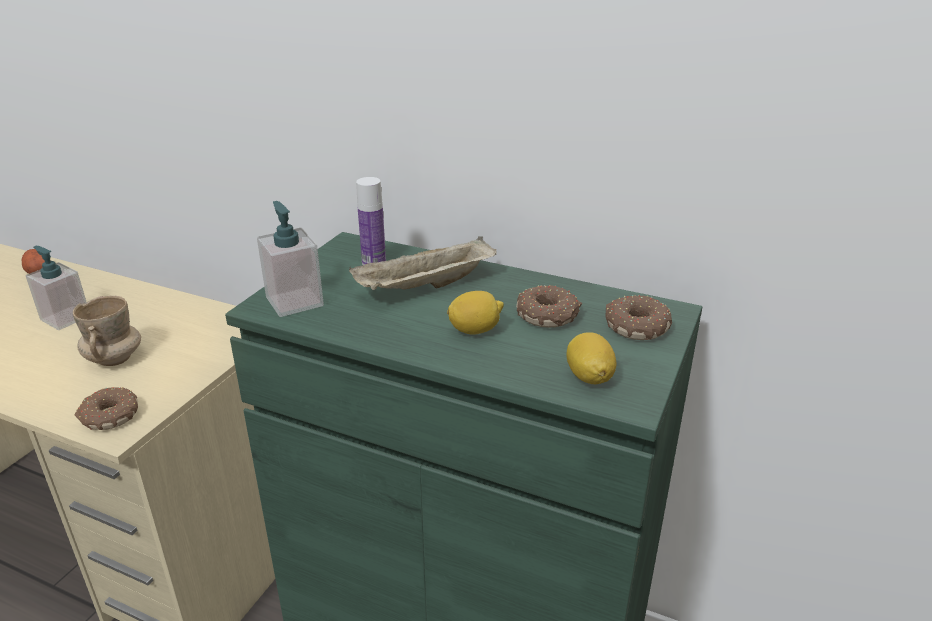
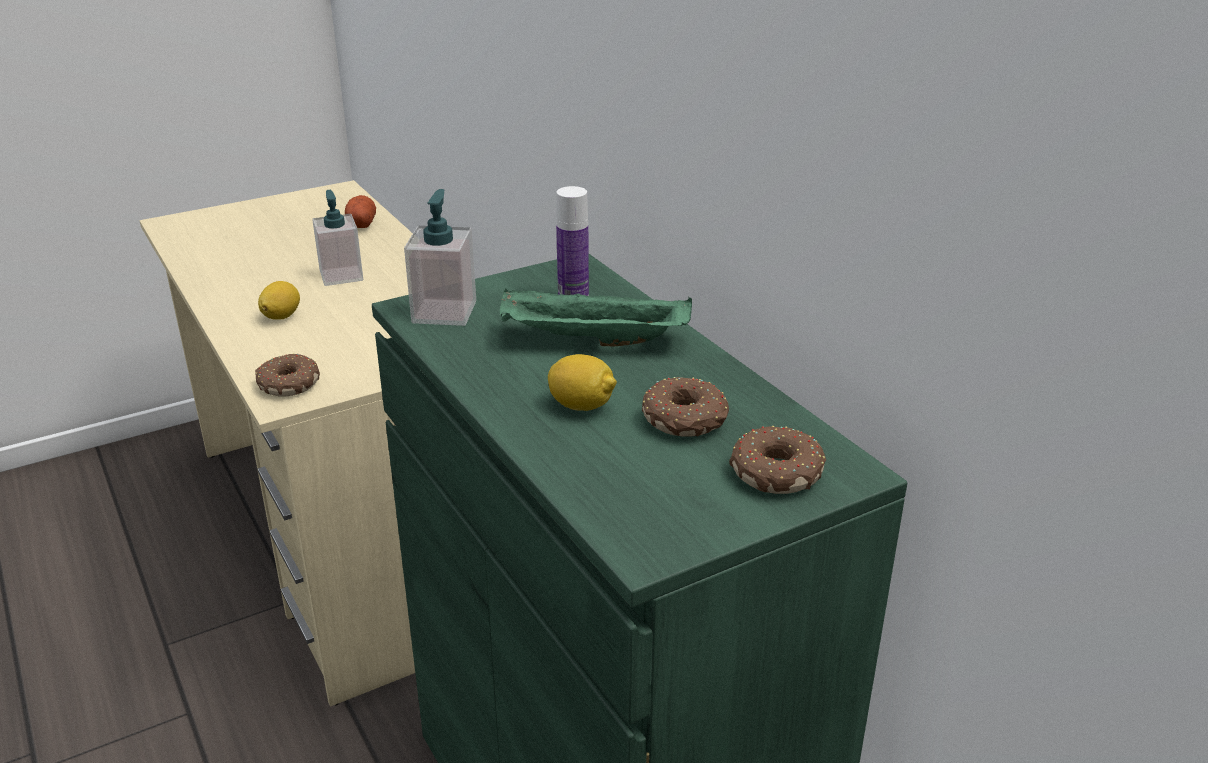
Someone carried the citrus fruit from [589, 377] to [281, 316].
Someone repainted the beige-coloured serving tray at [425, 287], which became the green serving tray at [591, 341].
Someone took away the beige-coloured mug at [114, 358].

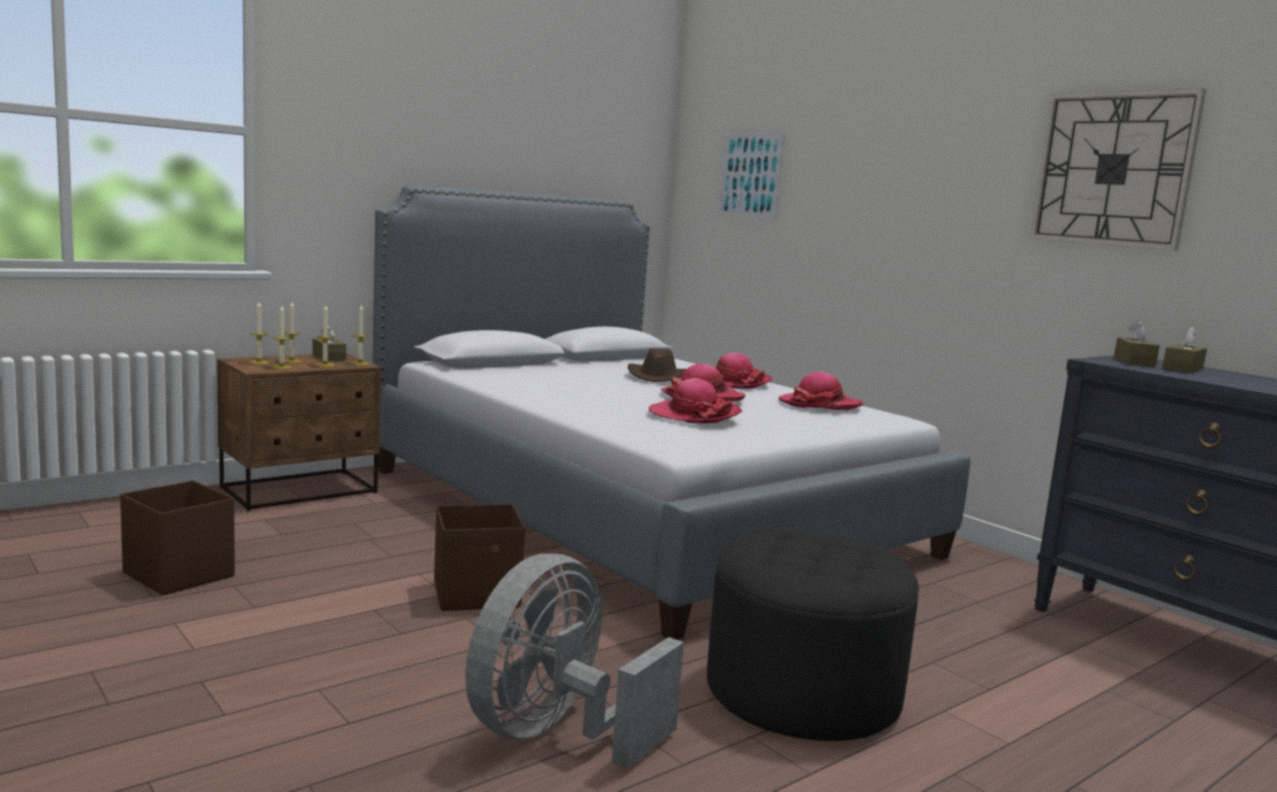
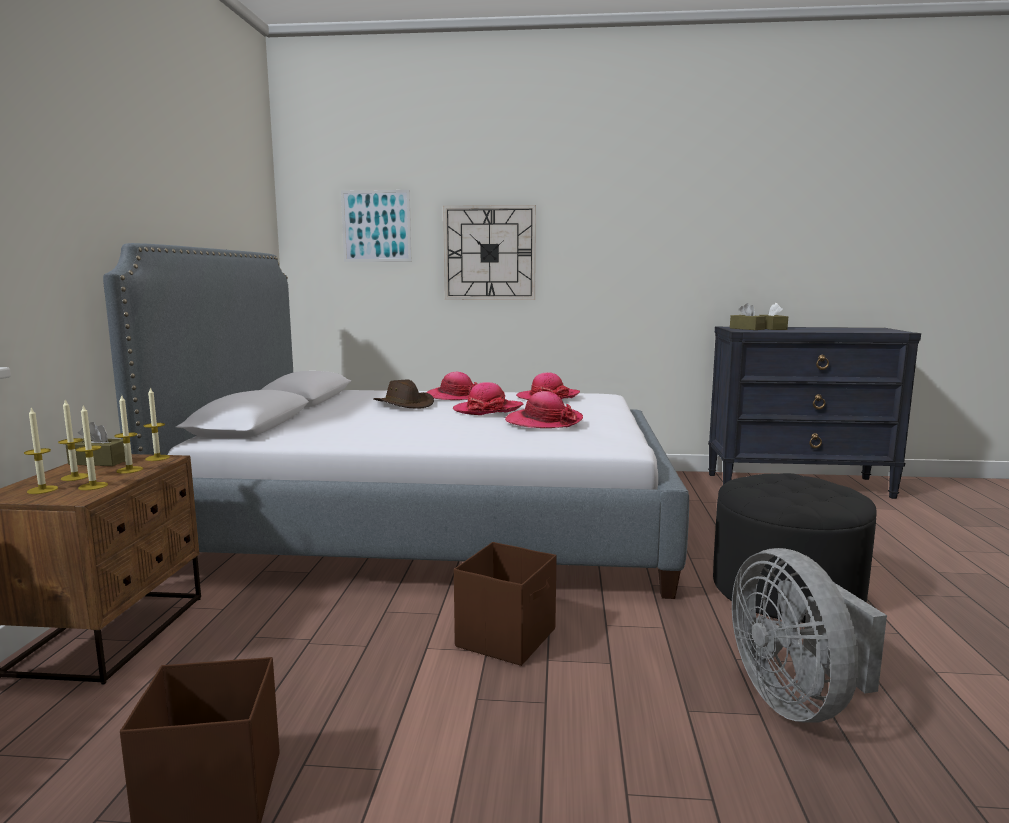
Someone carried the hanging clock from [1113, 169] to [489, 253].

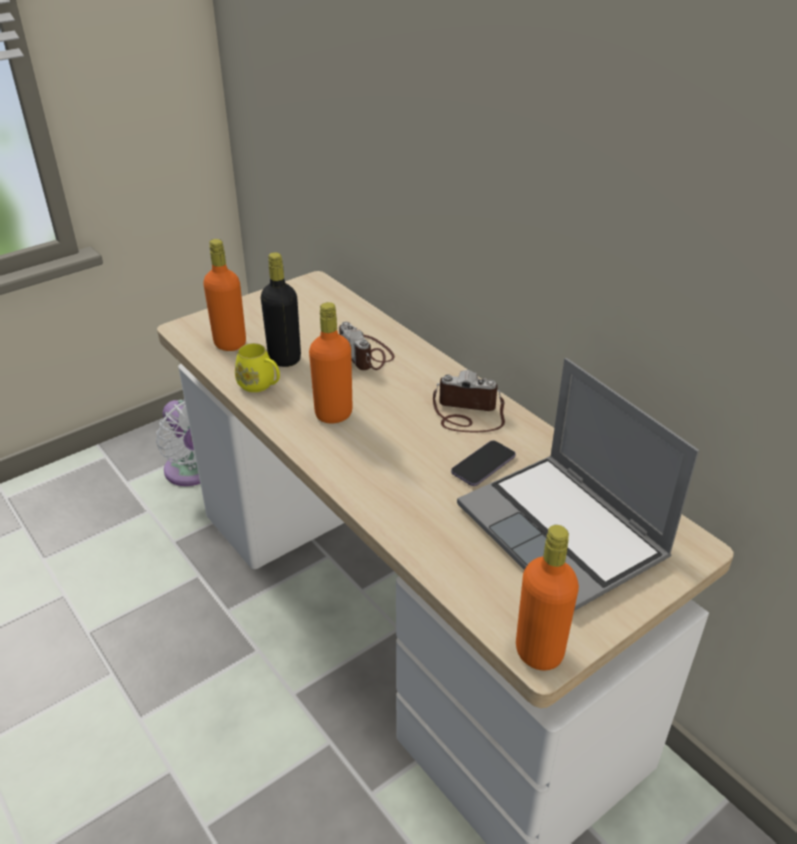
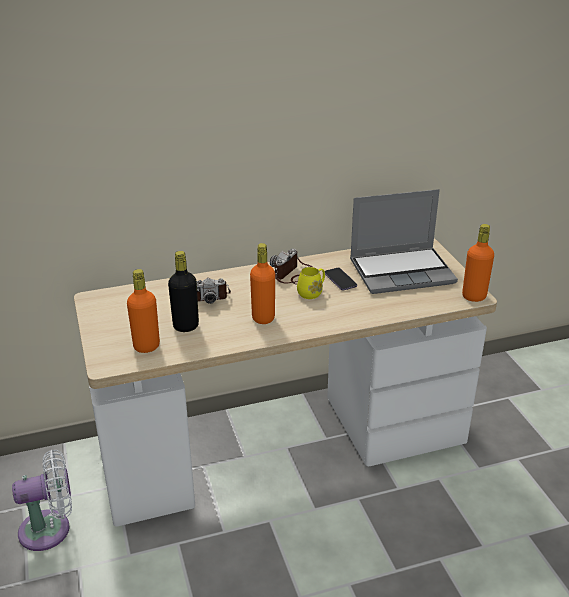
Someone carried the yellow mug from [260, 385] to [312, 292].

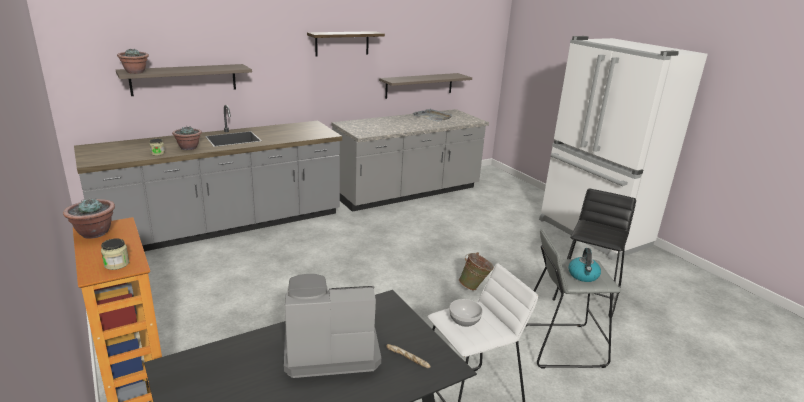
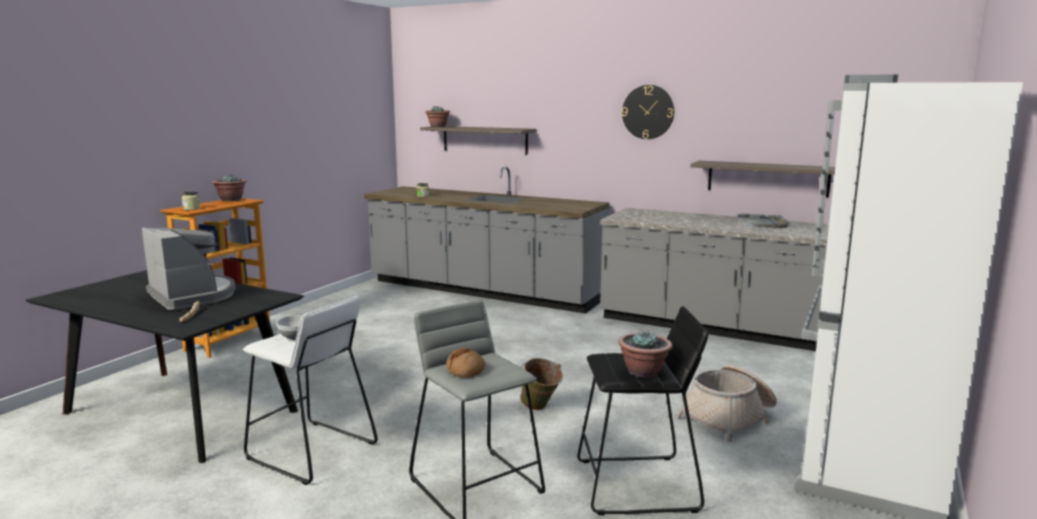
Someone swapped the kettle at [583, 276] for the bakery bread at [466, 370].
Someone carried the potted plant from [188, 148] to [643, 372].
Someone swapped the shelf at [342, 43] for the hanging clock at [648, 112].
Someone put down the storage basket at [729, 417].

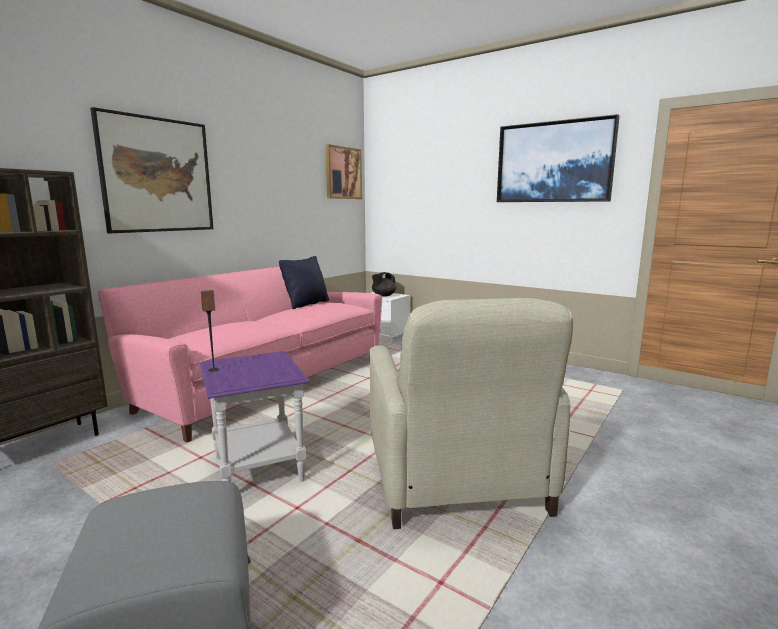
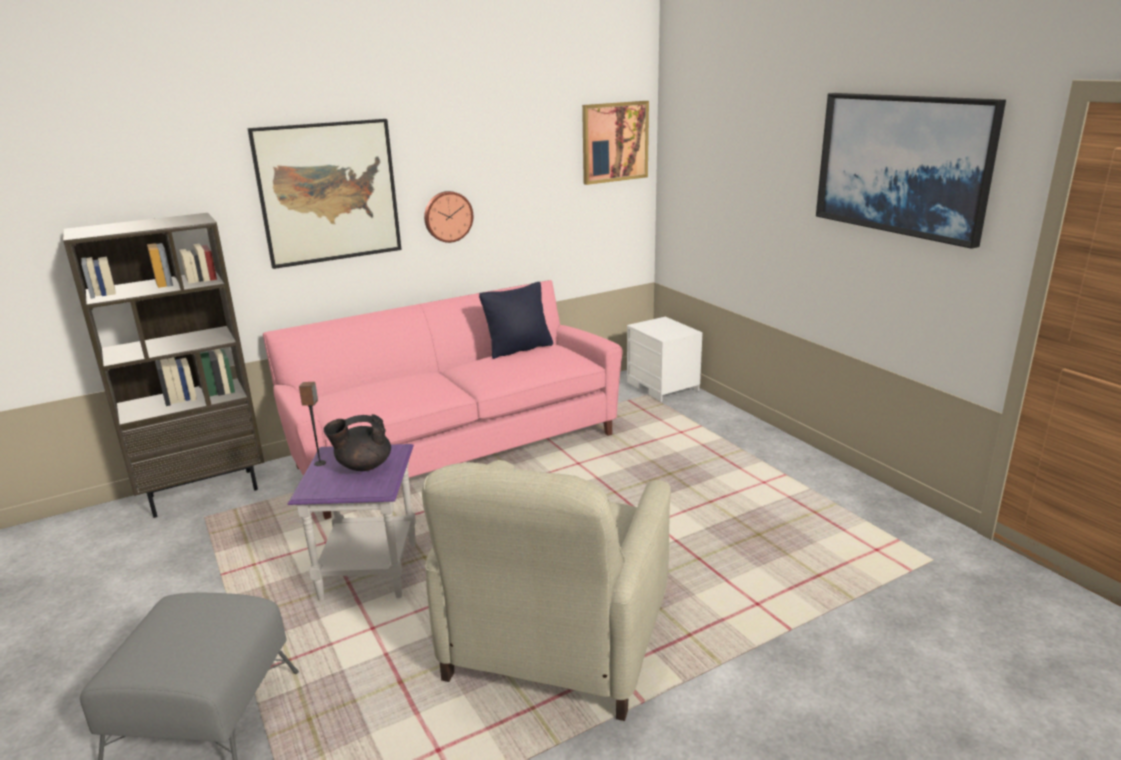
Someone carried the blackish teapot from [383, 295] to [363, 466].
Someone put up the hanging clock at [447, 216].

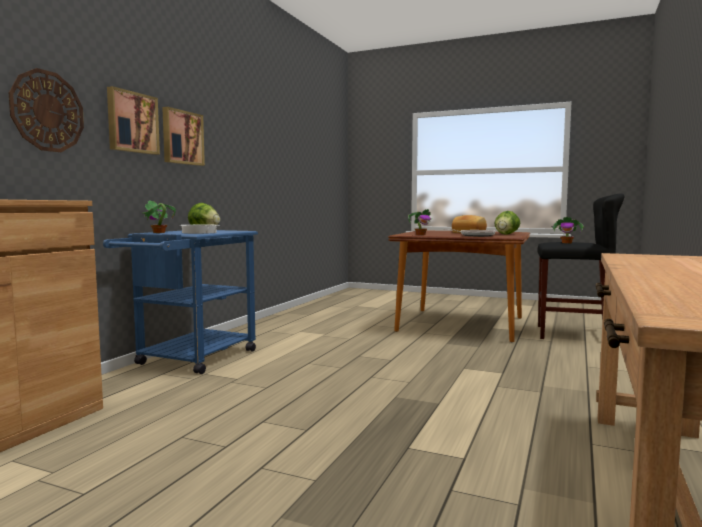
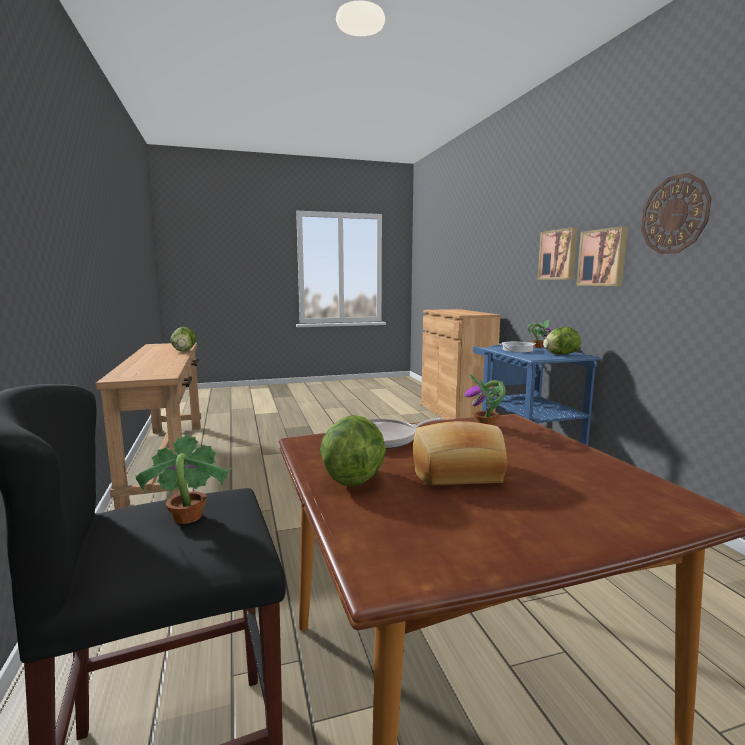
Someone put down the head of lettuce at [184, 351].
Someone carried the hanging clock from [47, 111] to [674, 214].

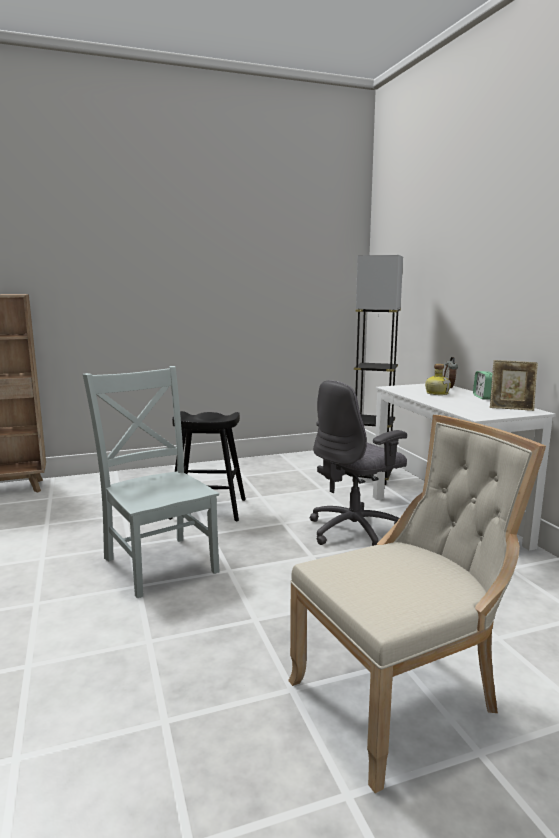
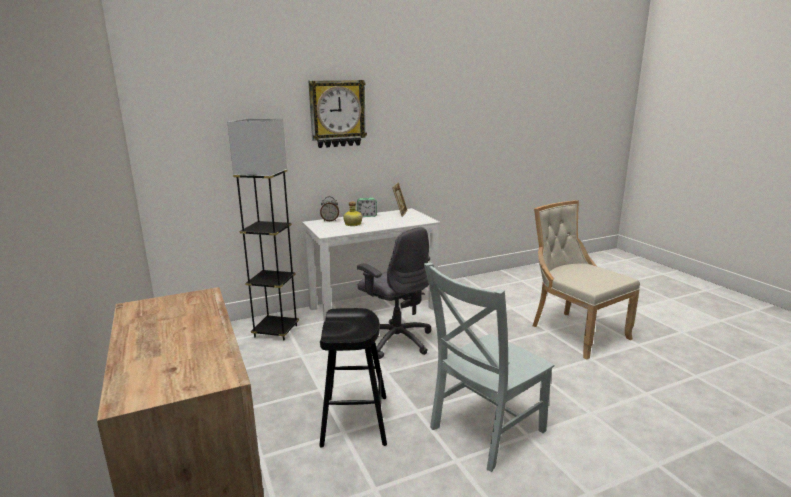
Someone put up the hanging clock at [337, 113].

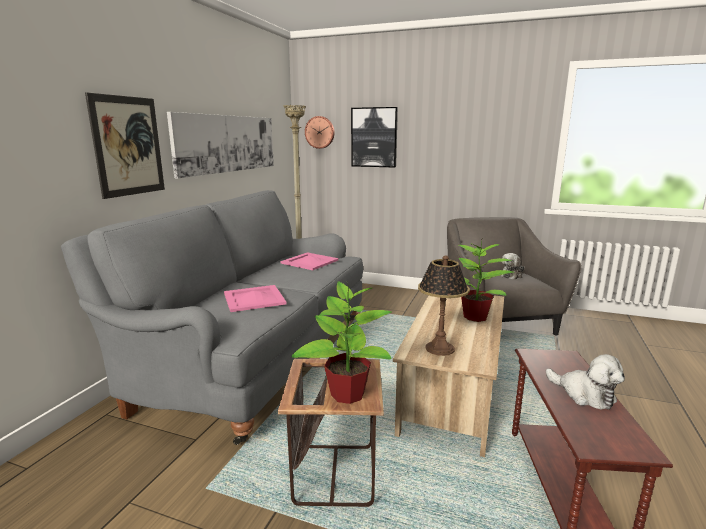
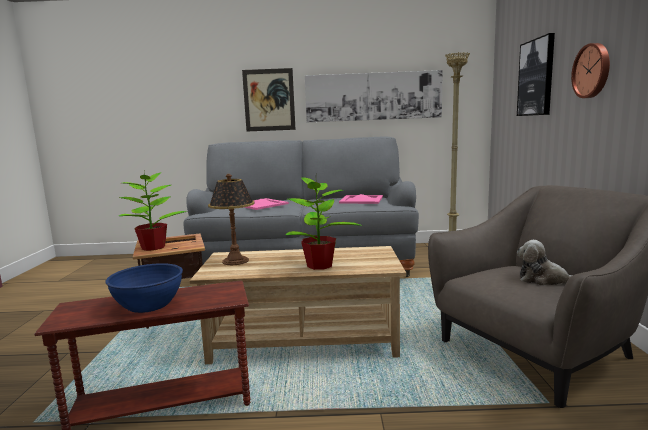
Someone swapped the soft toy at [584, 394] for the bluish serving bowl at [149, 305].
Someone carried the hanging clock from [320, 132] to [592, 71].

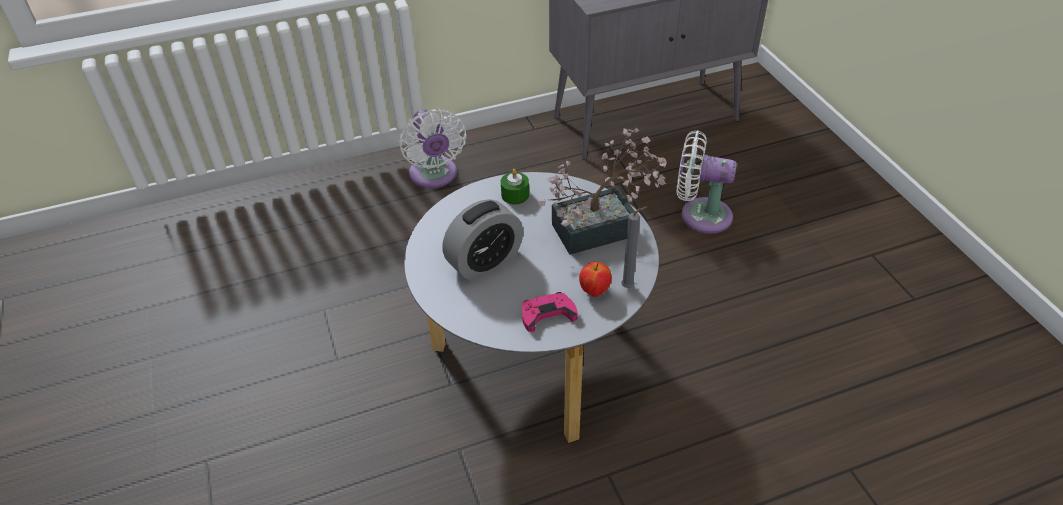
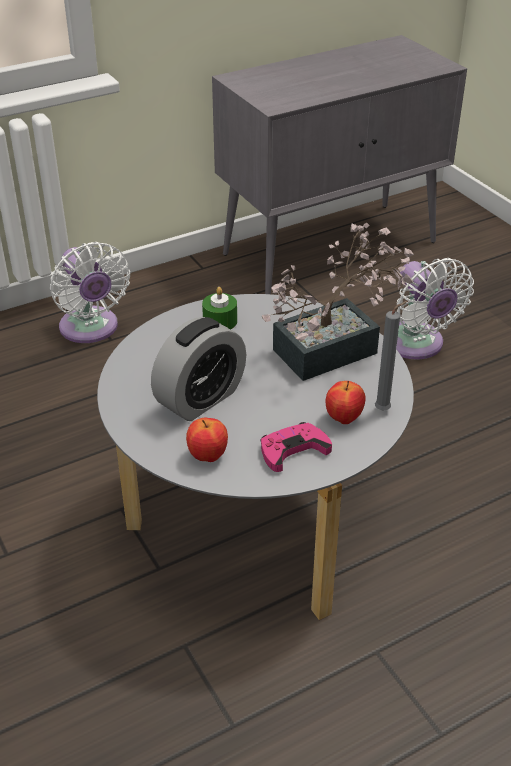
Someone put down the apple at [208, 456].
Someone rotated the white-coloured fan at [700, 215] by 120 degrees counterclockwise.

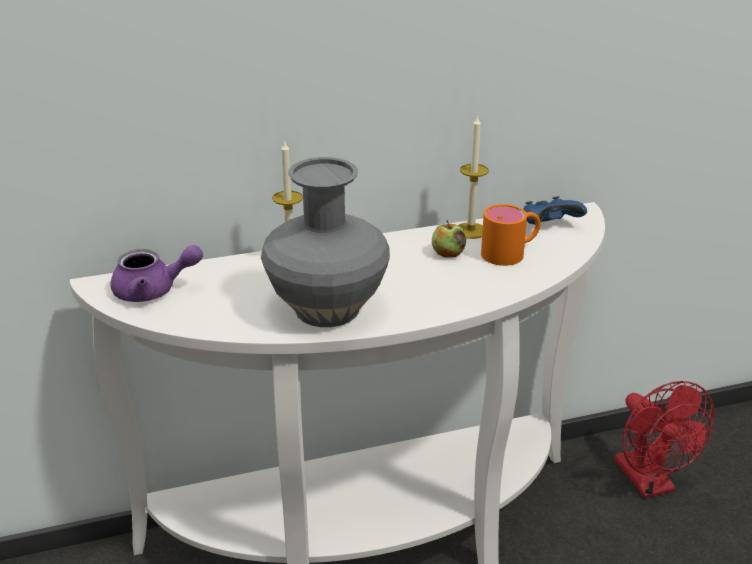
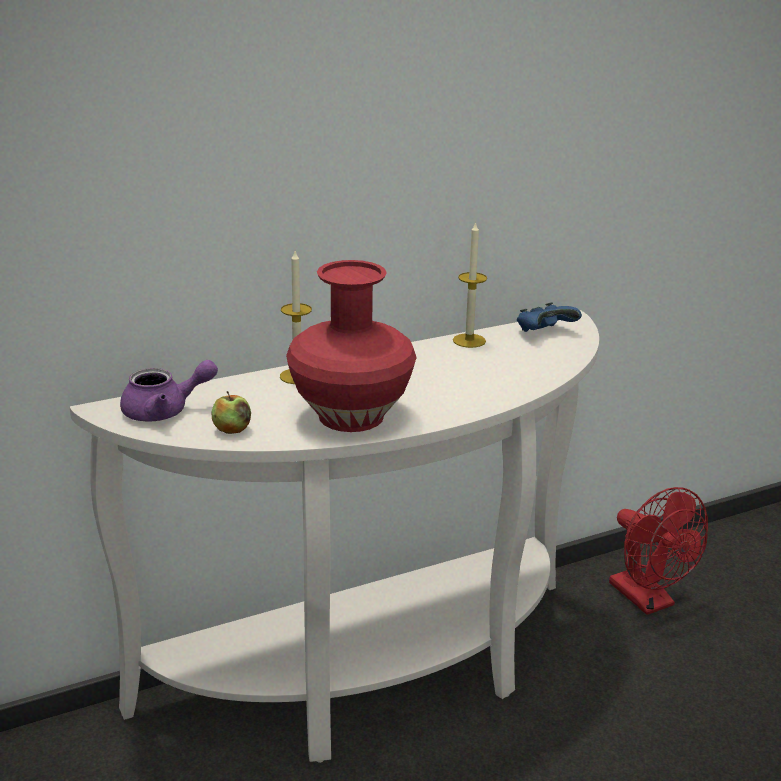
Someone carried the apple from [448, 254] to [232, 429].
Someone repainted the grey vase at [326, 310], which became the red-coloured vase at [350, 417].
Someone took away the orange mug at [511, 252].

